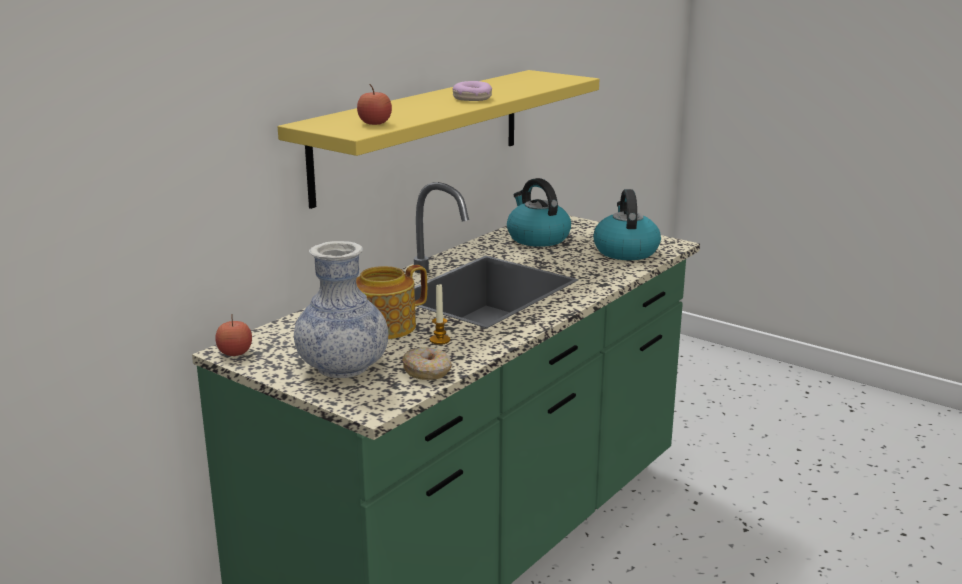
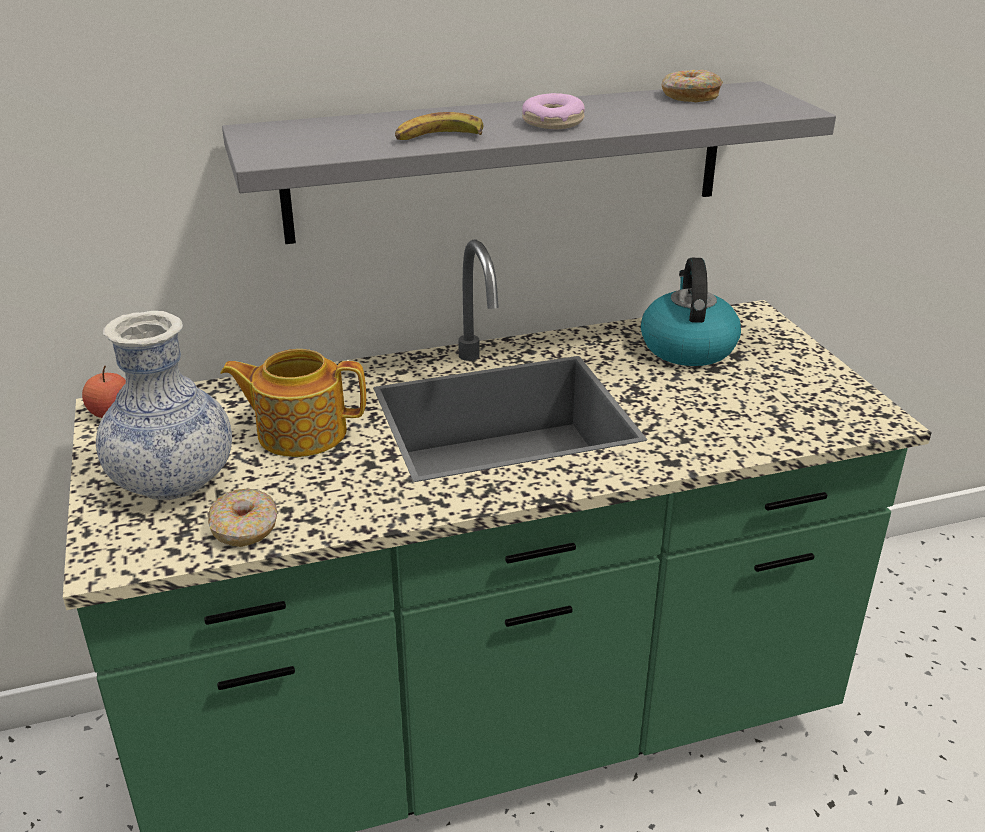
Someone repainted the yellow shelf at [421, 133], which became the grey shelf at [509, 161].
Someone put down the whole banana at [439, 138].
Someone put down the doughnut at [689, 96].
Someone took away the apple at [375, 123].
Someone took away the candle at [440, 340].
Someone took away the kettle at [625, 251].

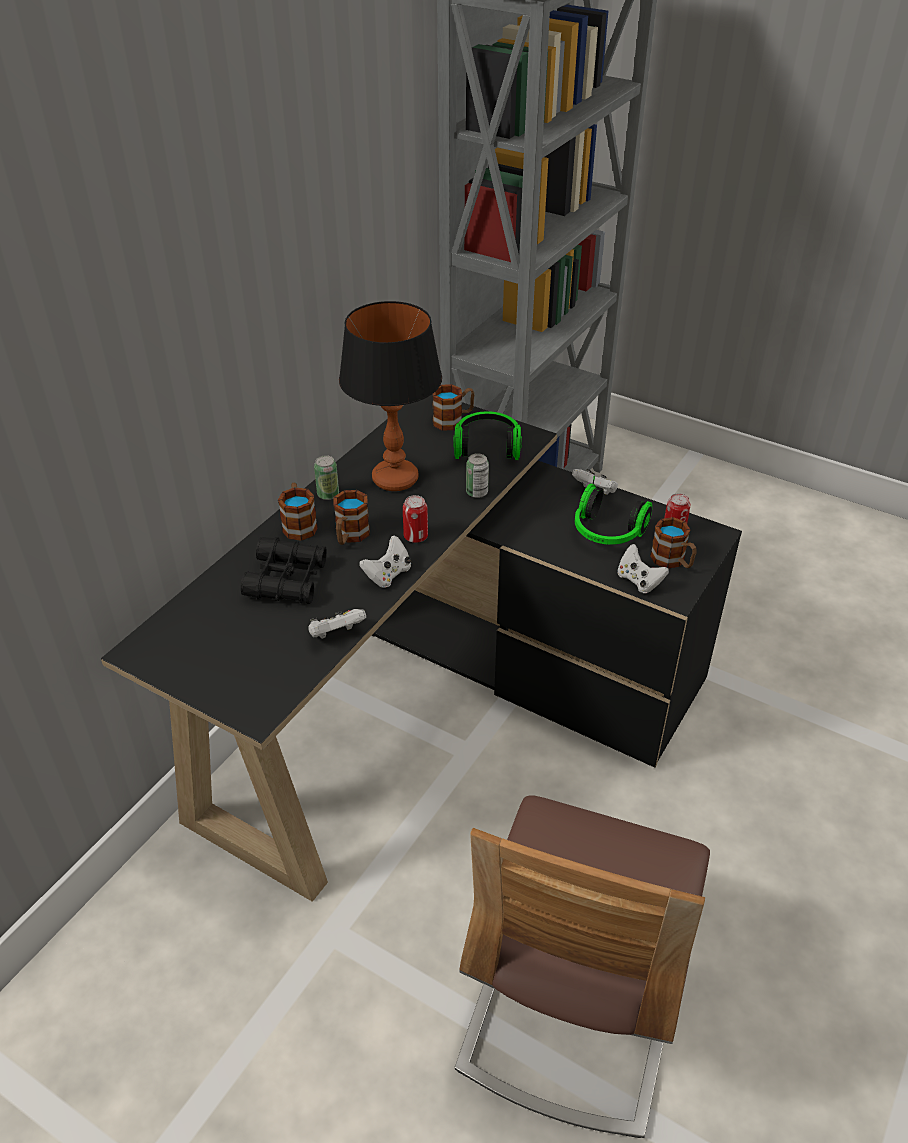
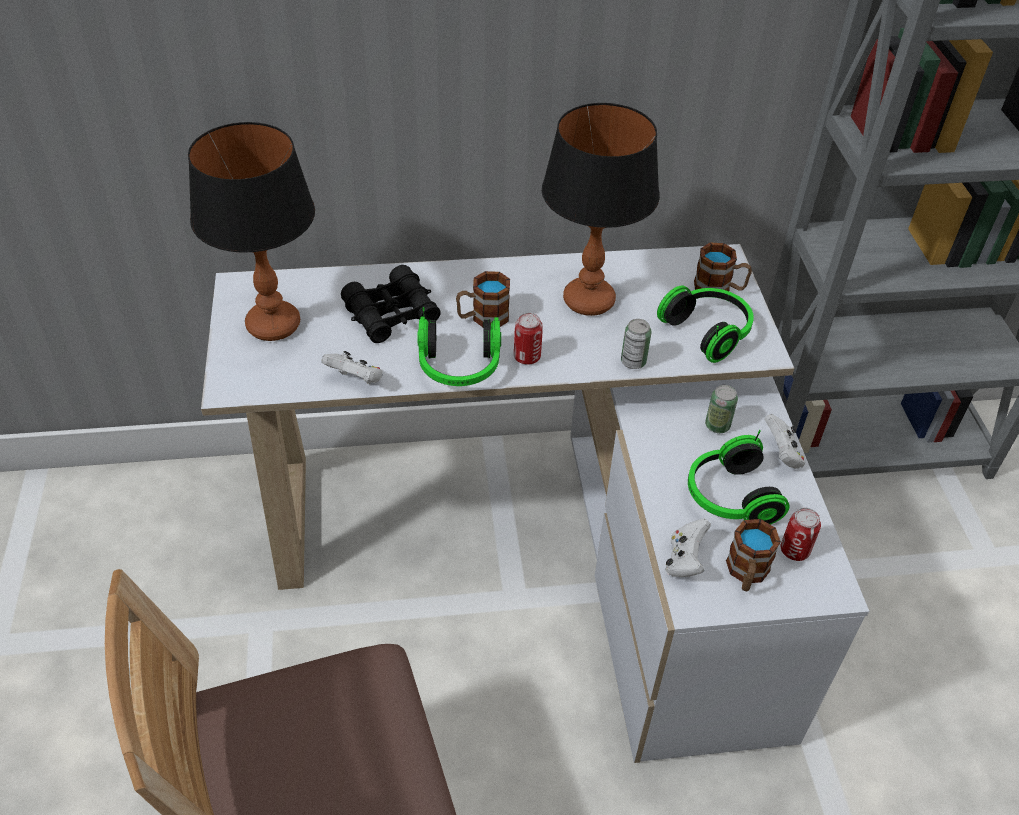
Someone put down the lamp for a table at [274, 325].
Someone repainted the blackish desk unit at [438, 705], which became the white-coloured desk unit at [544, 543].
Someone swapped the white-coloured game controller at [388, 575] for the pair of headphones at [459, 368].
Someone carried the sealed can from [328, 494] to [717, 425].
Someone took away the mug at [299, 524].

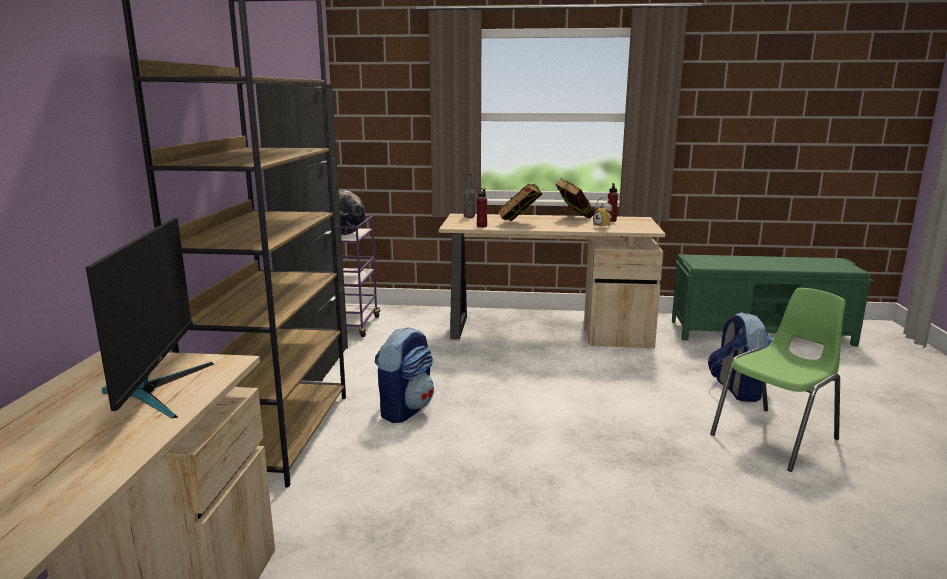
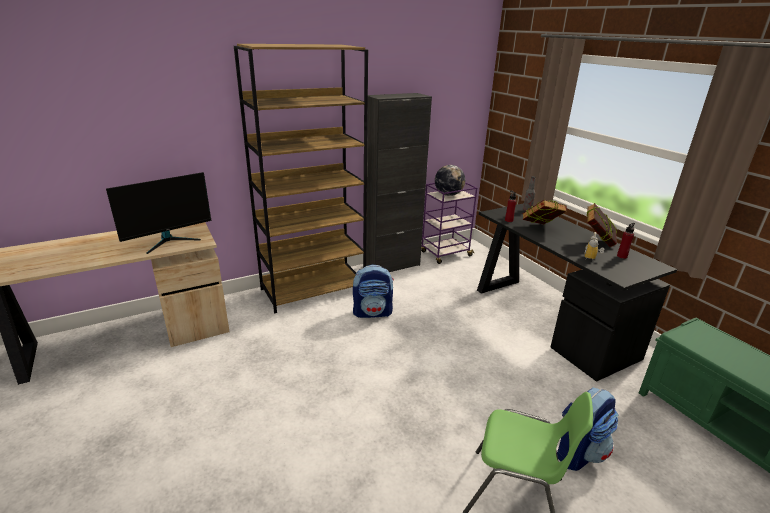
Someone repainted the beige-coloured desk unit at [546, 330], which became the blackish desk unit at [547, 319].

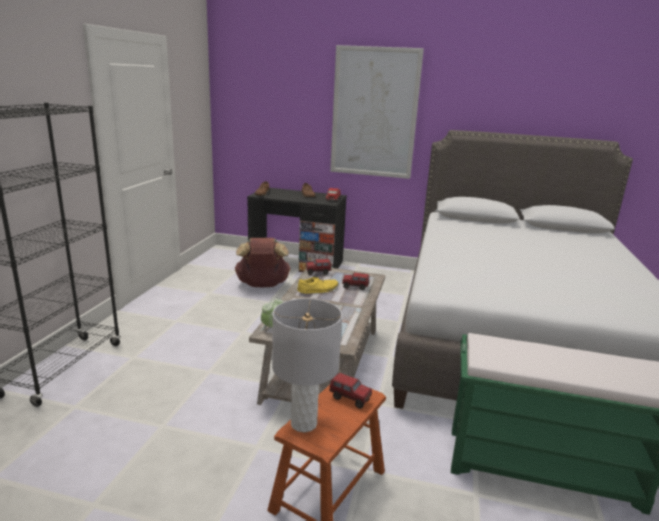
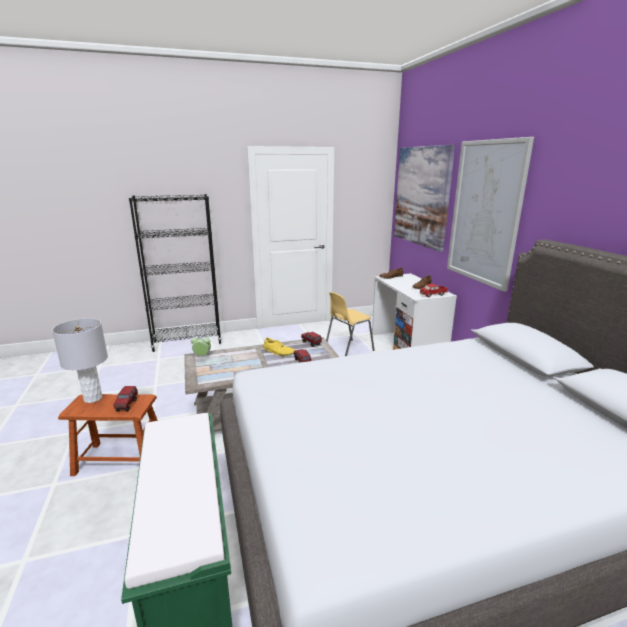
Someone swapped the brown-coloured rucksack at [262, 285] for the yellow plain chair at [348, 350].
Someone repainted the blackish desk unit at [296, 263], which became the white-coloured desk unit at [407, 347].
Someone put up the wall picture at [422, 196].

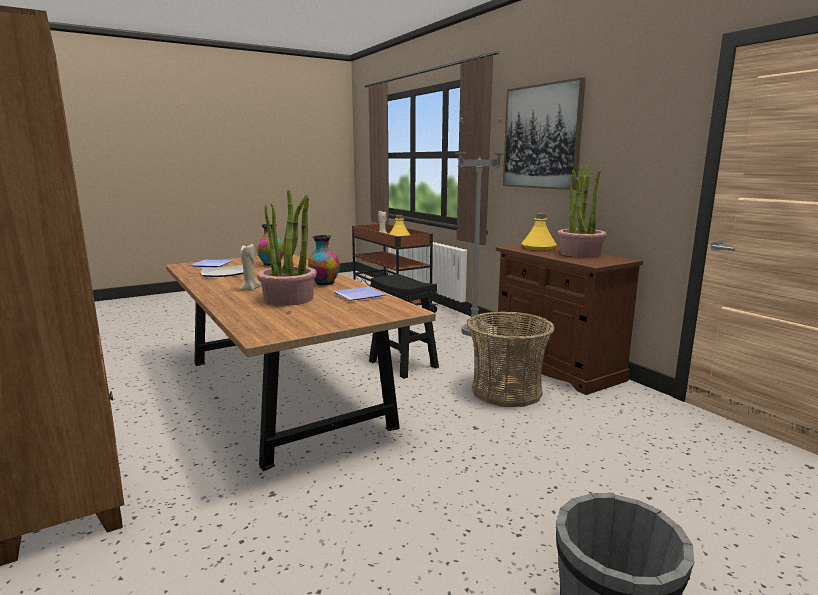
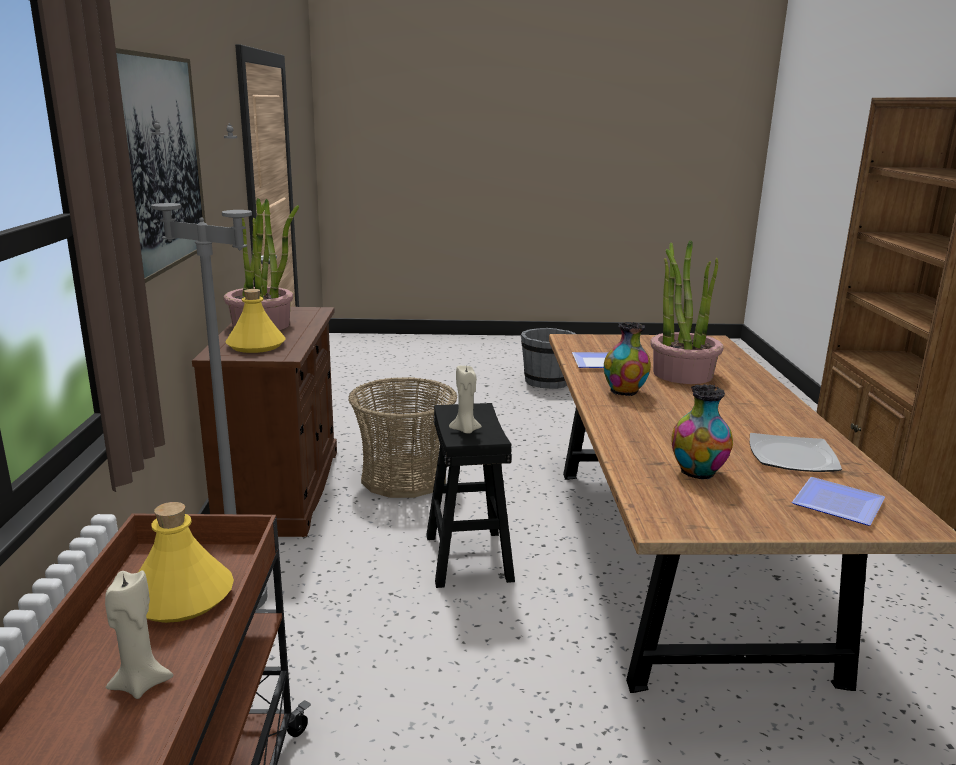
Someone carried the beige-coloured candle from [249, 289] to [465, 430].

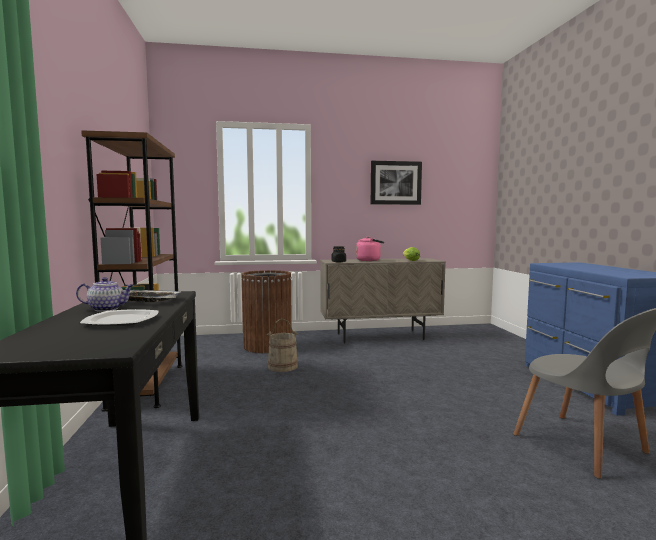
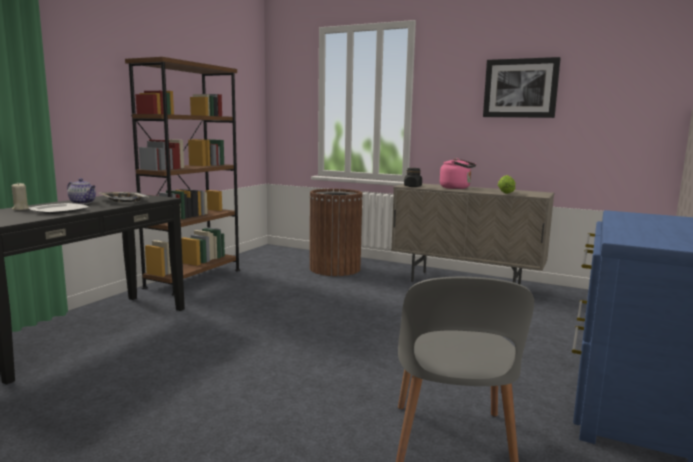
Someone put down the beige-coloured candle at [20, 209].
Someone took away the beige-coloured water bucket at [282, 366].

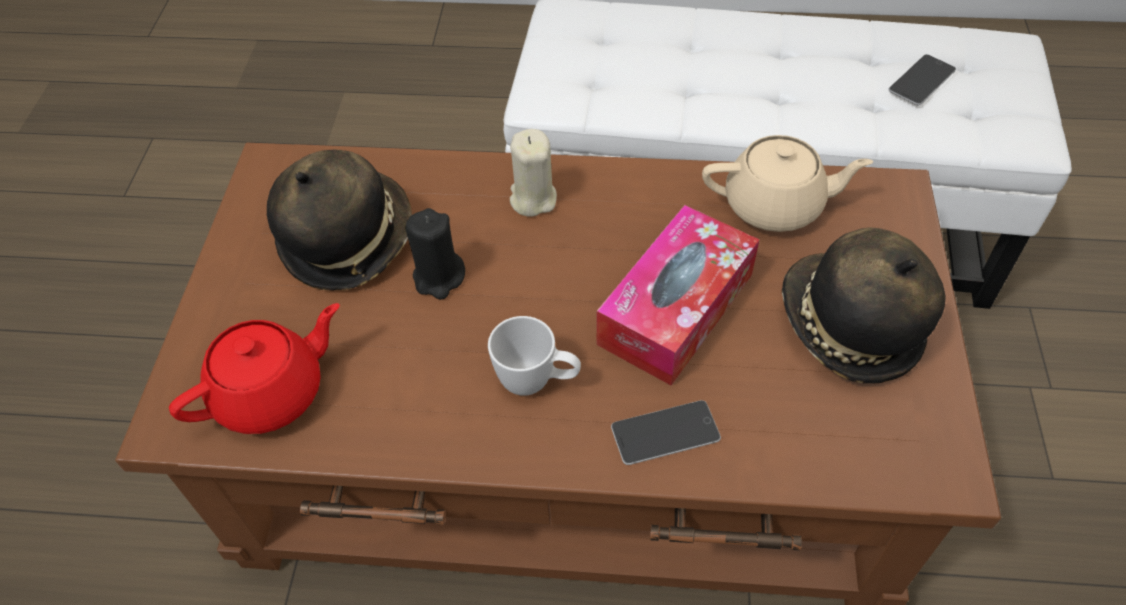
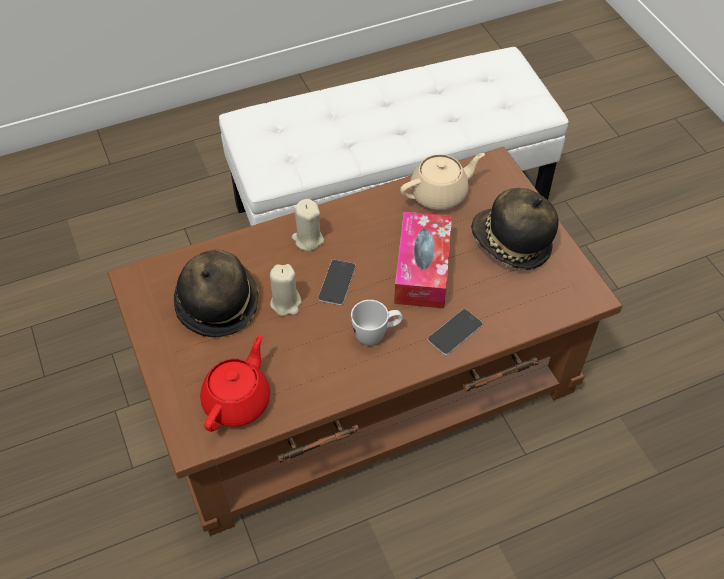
Someone repainted the blackish candle at [439, 277], which became the beige-coloured candle at [286, 303].
Someone carried the handset from [922, 80] to [337, 282].

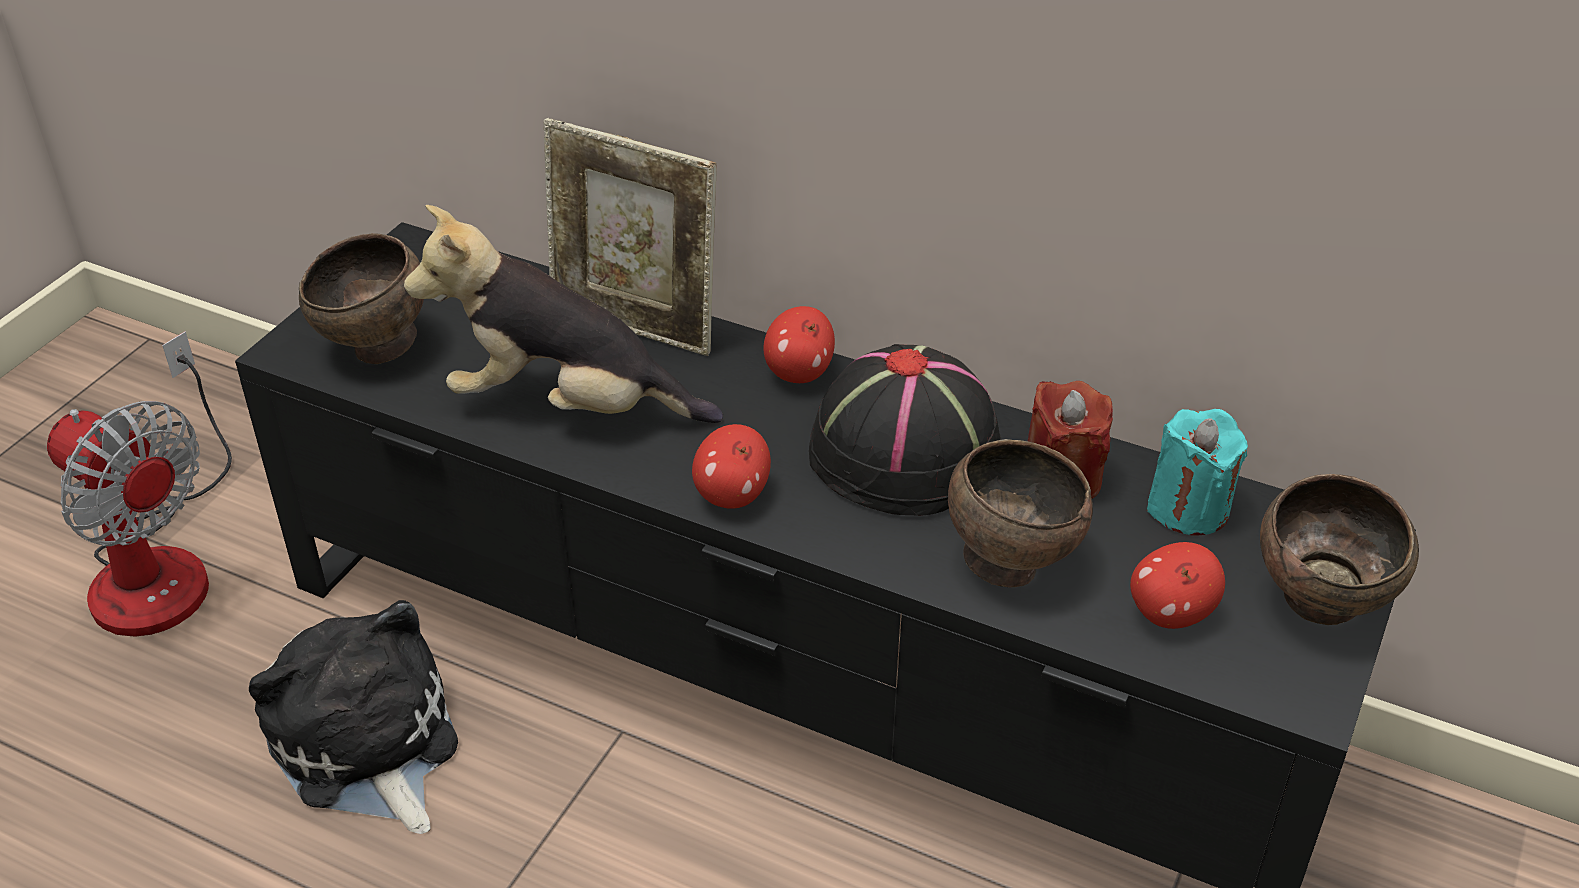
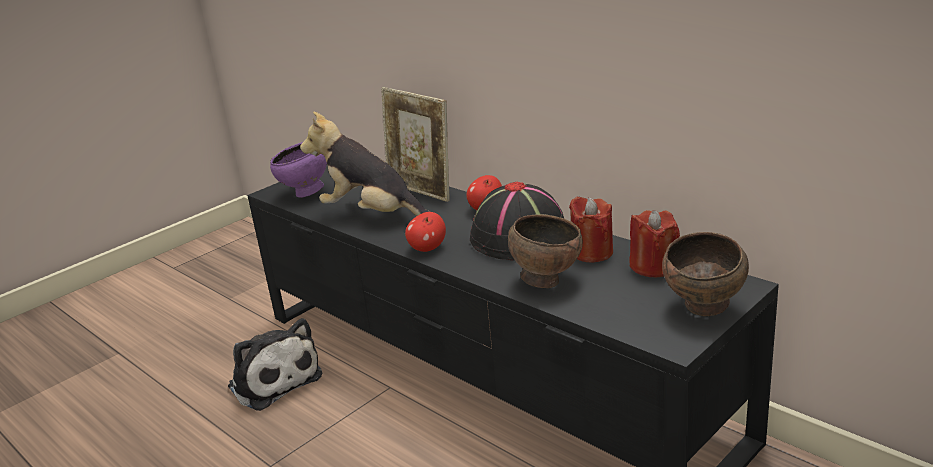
Someone rotated the soft toy at [366, 747] by 150 degrees clockwise.
Someone repainted the brown-coloured serving bowl at [376, 350], which became the purple serving bowl at [305, 194].
Someone repainted the turquoise-coloured candle at [1188, 508], which became the red-coloured candle at [653, 267].
Someone took away the fan at [161, 561].
Someone took away the apple at [1170, 613].

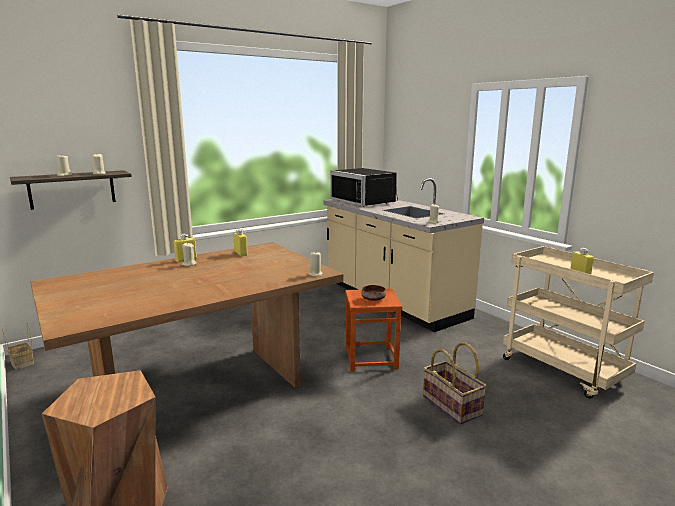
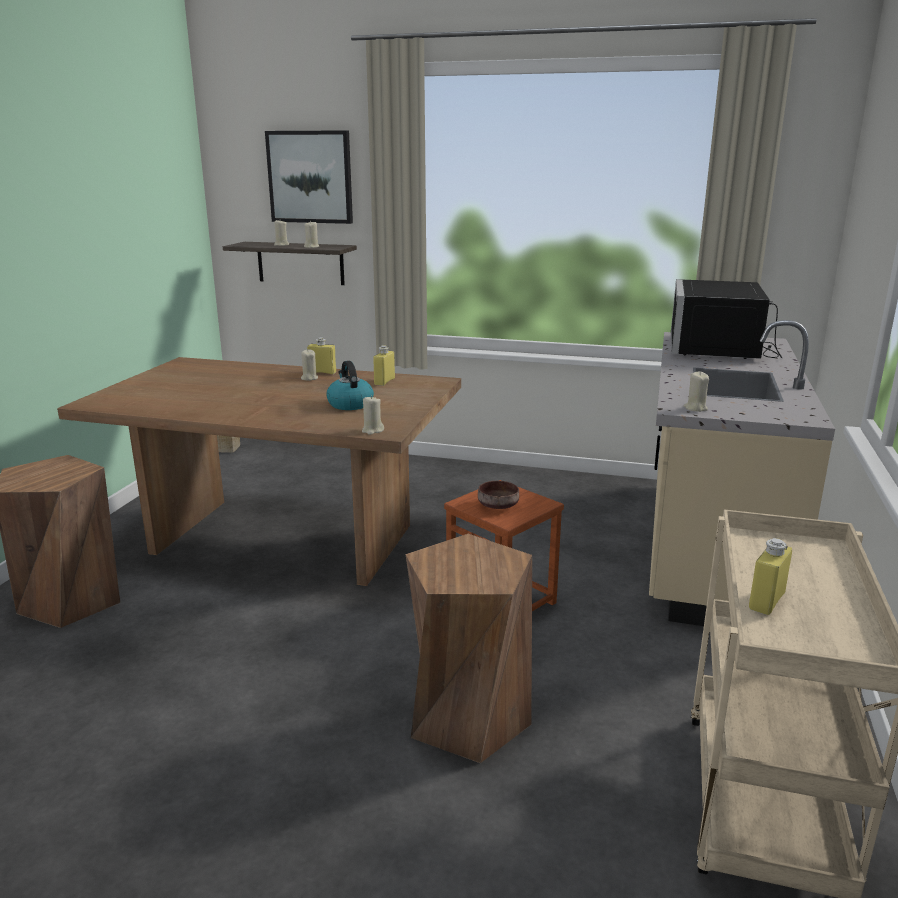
Someone put up the wall picture at [310, 177].
Someone put down the kettle at [350, 404].
Someone swapped the storage basket at [452, 405] for the brown-coloured stool at [468, 717].

